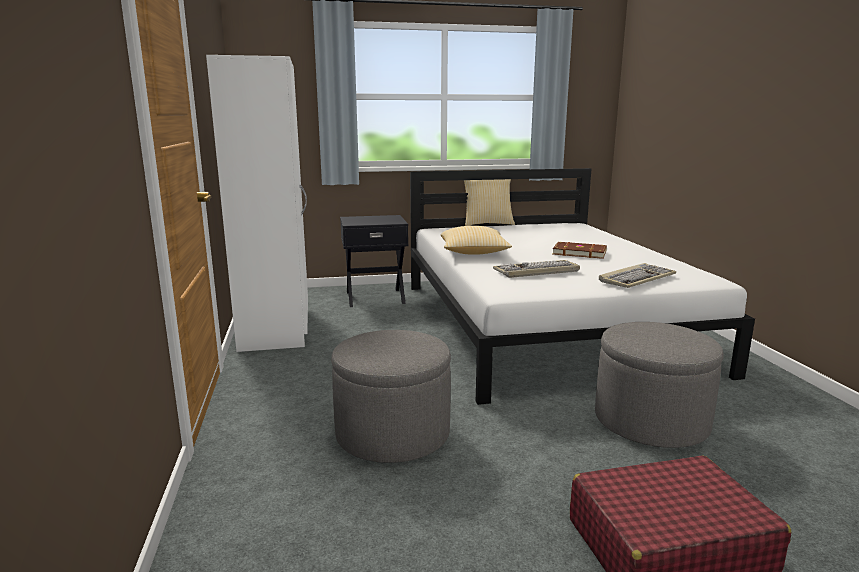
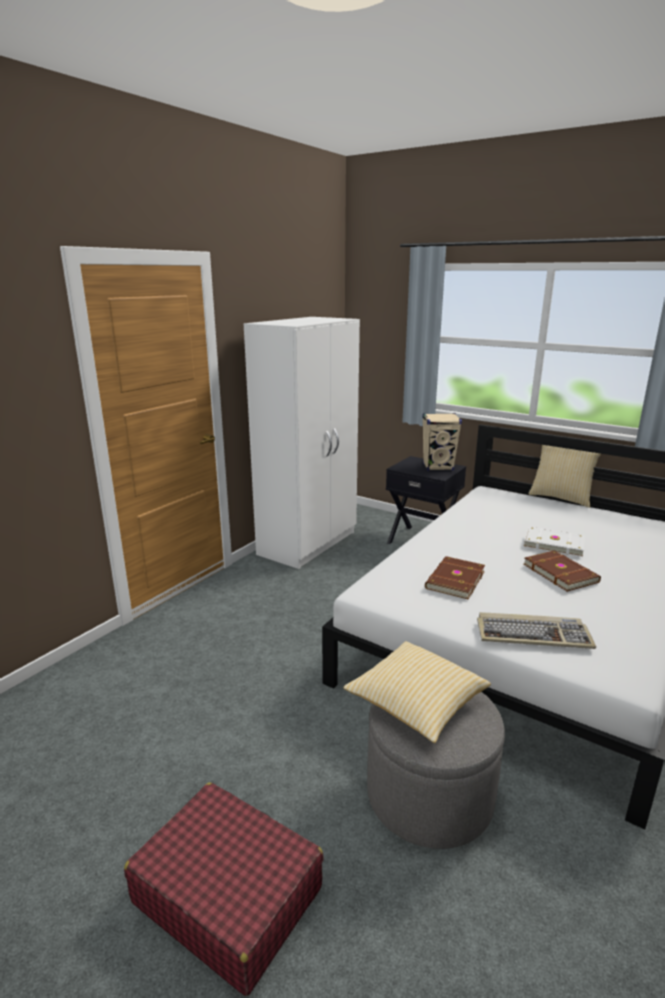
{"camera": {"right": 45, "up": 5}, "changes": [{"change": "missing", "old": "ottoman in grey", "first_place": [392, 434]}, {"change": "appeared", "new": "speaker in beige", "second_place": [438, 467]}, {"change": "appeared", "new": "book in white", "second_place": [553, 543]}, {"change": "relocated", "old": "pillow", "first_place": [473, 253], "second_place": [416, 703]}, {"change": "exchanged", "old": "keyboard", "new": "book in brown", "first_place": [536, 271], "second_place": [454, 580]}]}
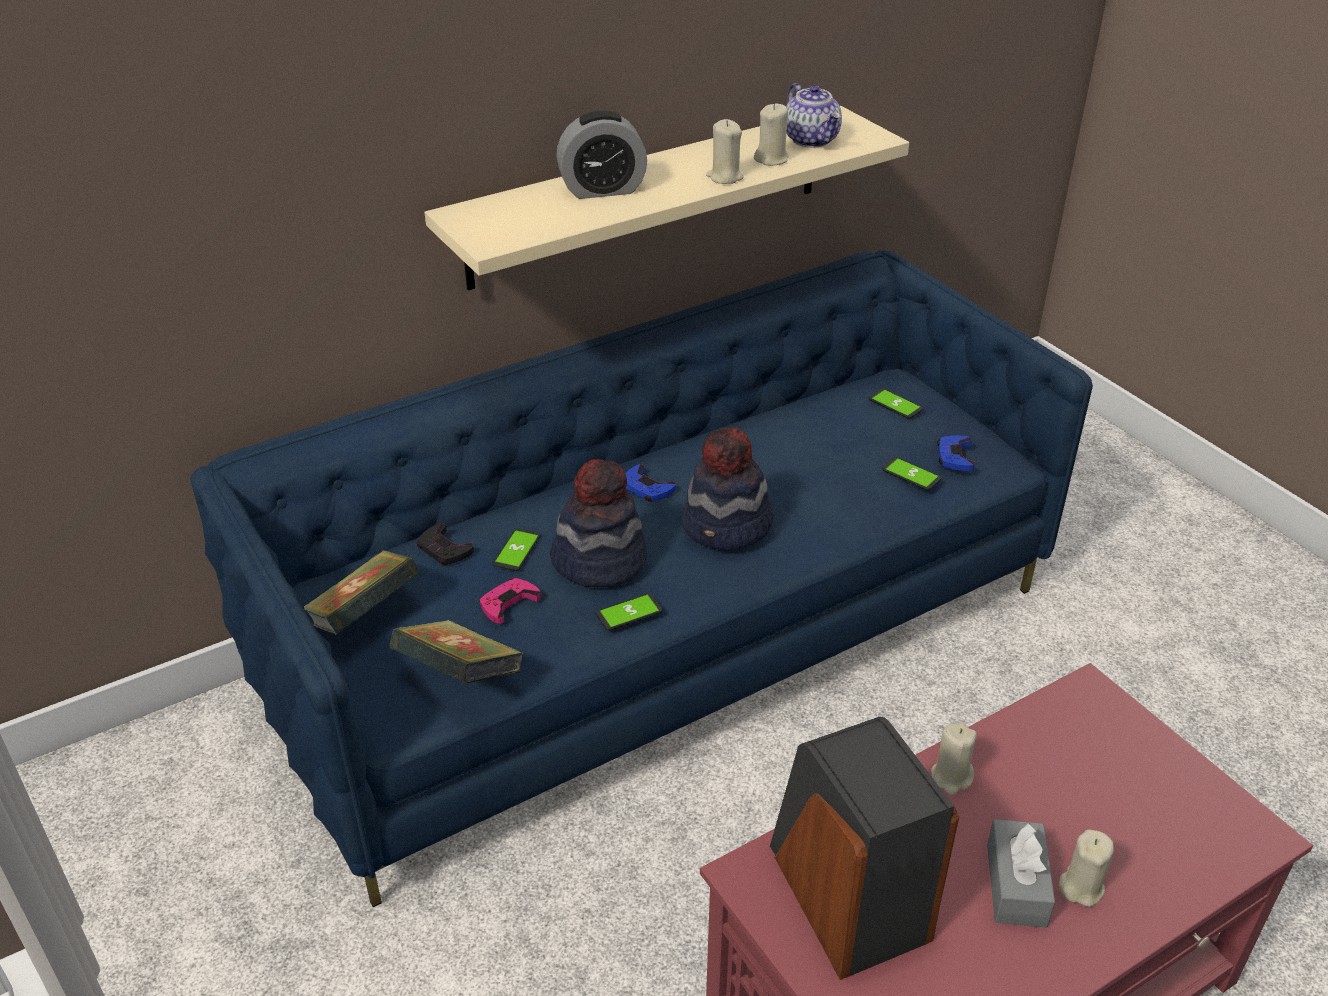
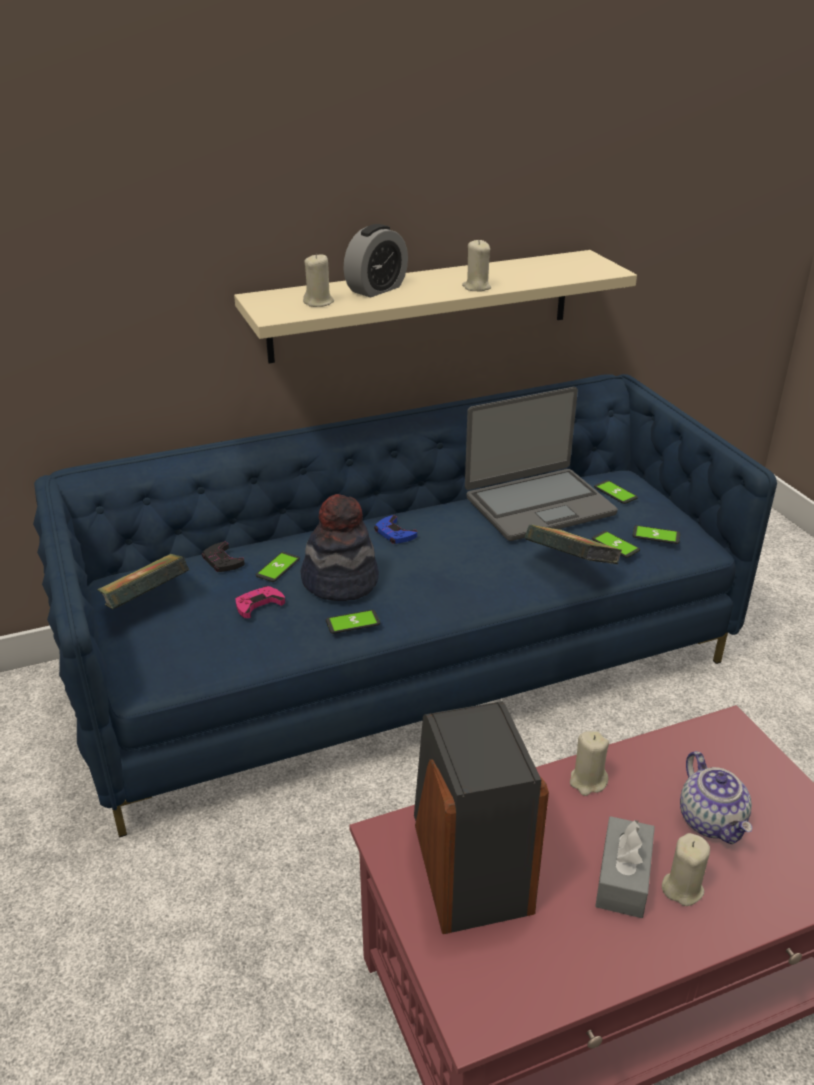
{"camera": {"right": 10, "up": -5}, "changes": [{"change": "missing", "old": "hat", "first_place": [727, 526]}, {"change": "appeared", "new": "laptop", "second_place": [538, 505]}, {"change": "relocated", "old": "book", "first_place": [460, 677], "second_place": [570, 566]}, {"change": "relocated", "old": "candle in beige", "first_place": [771, 159], "second_place": [319, 302]}, {"change": "relocated", "old": "teapot", "first_place": [812, 140], "second_place": [712, 821]}, {"change": "exchanged", "old": "game controller in blue", "new": "phone", "first_place": [954, 456], "second_place": [656, 535]}, {"change": "spun", "old": "alarm clock", "first_place": [602, 190], "second_place": [376, 289], "degrees": -45}]}
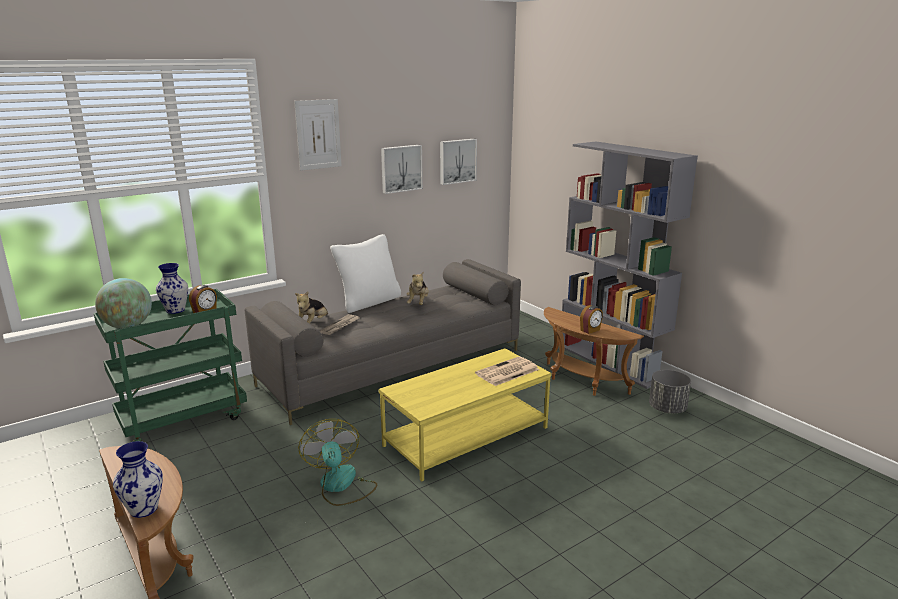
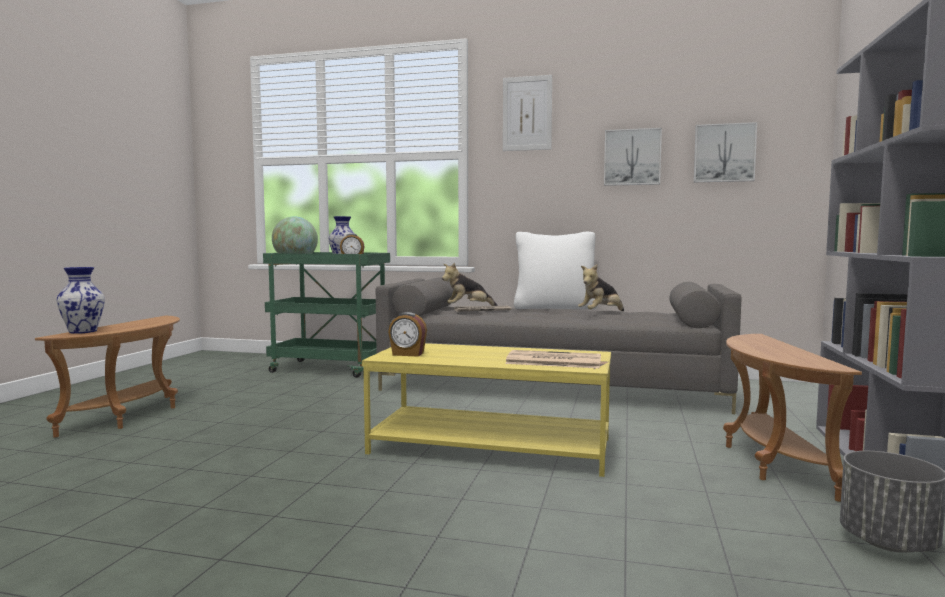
{"camera": {"right": 50, "up": -15}, "changes": [{"change": "missing", "old": "fan", "first_place": [340, 485]}, {"change": "relocated", "old": "alarm clock", "first_place": [590, 330], "second_place": [407, 354]}]}
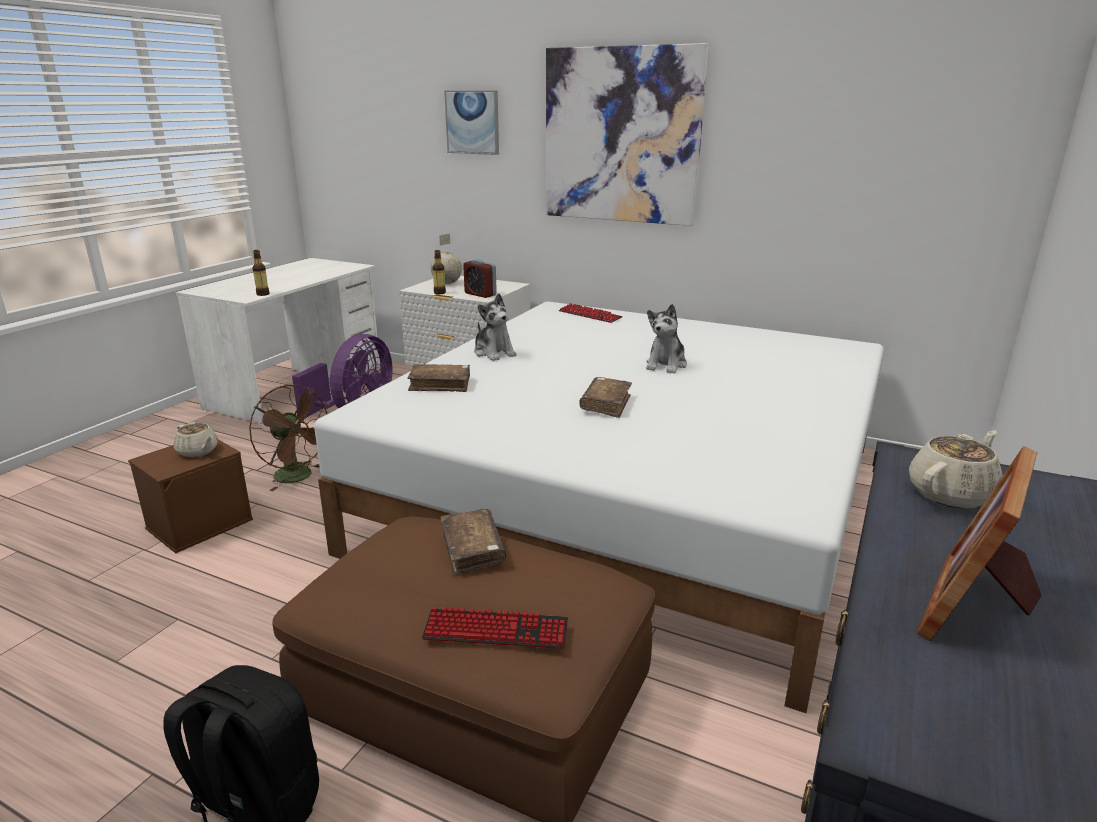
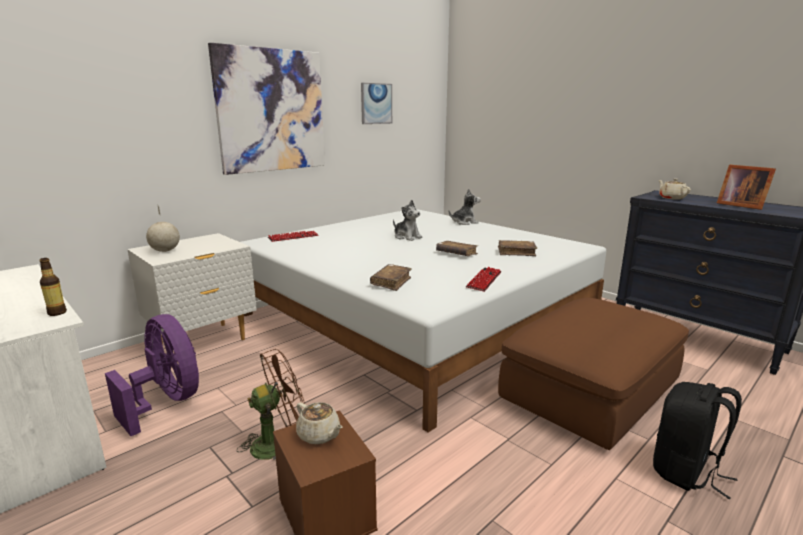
{"camera": {"right": -70, "up": -5}, "changes": [{"change": "missing", "old": "bottle", "first_place": [439, 293]}, {"change": "missing", "old": "alarm clock", "first_place": [480, 294]}, {"change": "relocated", "old": "keyboard", "first_place": [496, 631], "second_place": [484, 280]}, {"change": "relocated", "old": "book in brown", "first_place": [472, 550], "second_place": [516, 252]}, {"change": "relocated", "old": "picture", "first_place": [472, 122], "second_place": [376, 103]}, {"change": "relocated", "old": "plush toy", "first_place": [494, 353], "second_place": [464, 222]}, {"change": "spun", "old": "teapot in beige", "first_place": [198, 451], "second_place": [319, 435], "degrees": 75}]}
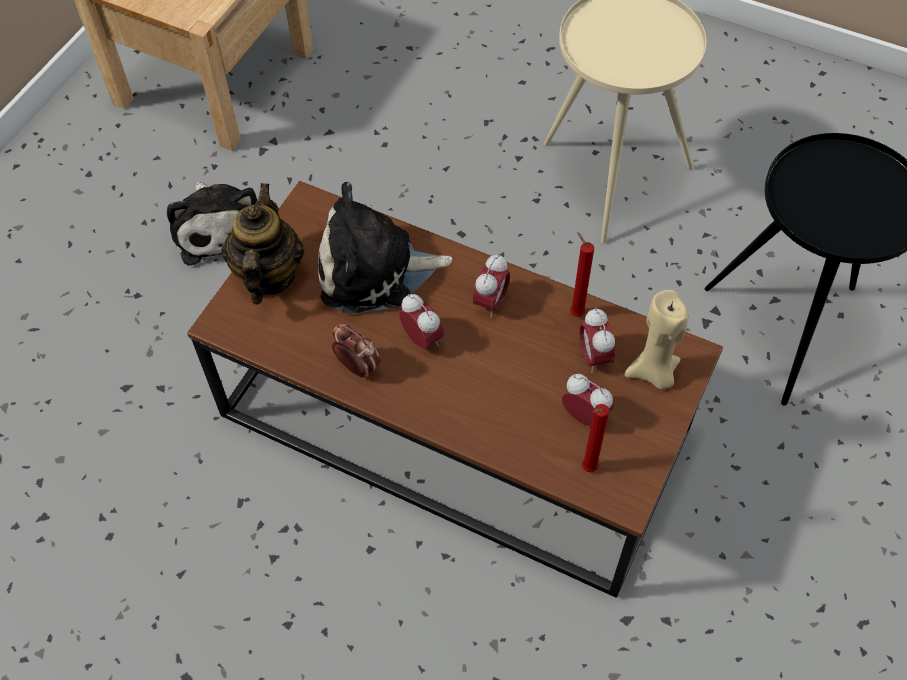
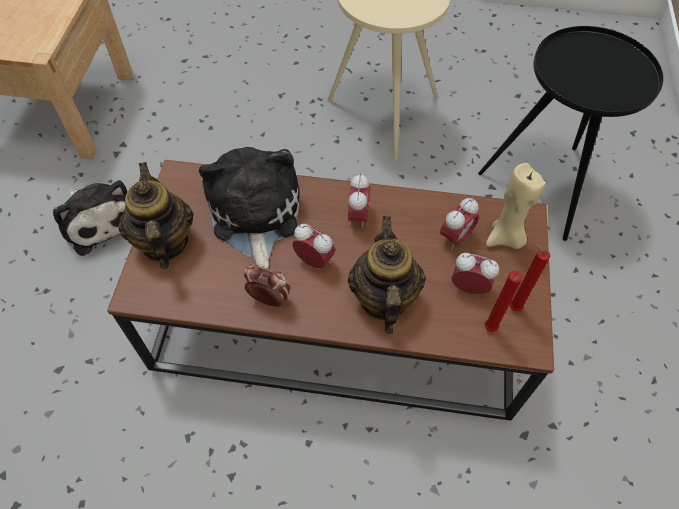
{"camera": {"right": -20, "up": 0}, "changes": [{"change": "appeared", "new": "teapot", "second_place": [383, 299]}, {"change": "relocated", "old": "candle in red", "first_place": [575, 312], "second_place": [512, 307]}, {"change": "spun", "old": "plush toy", "first_place": [375, 270], "second_place": [254, 215], "degrees": 105}, {"change": "spun", "old": "alarm clock", "first_place": [594, 357], "second_place": [455, 237], "degrees": -105}]}
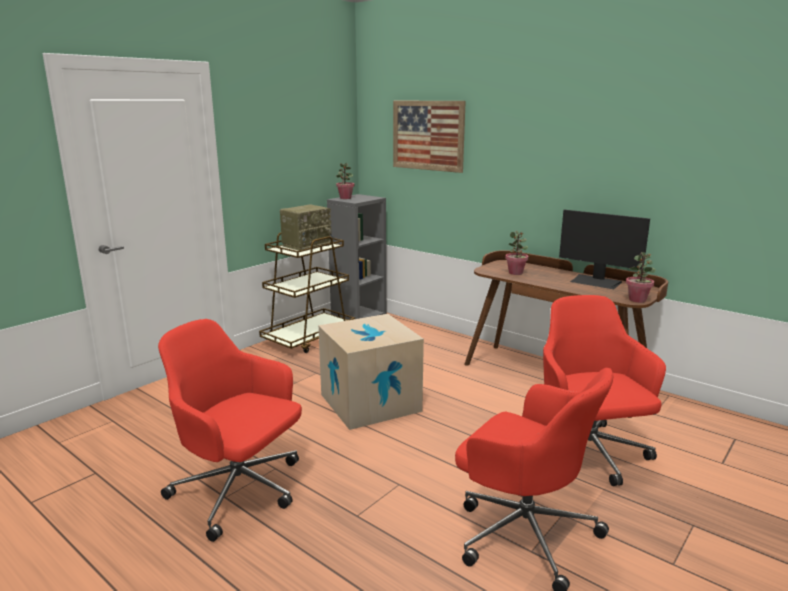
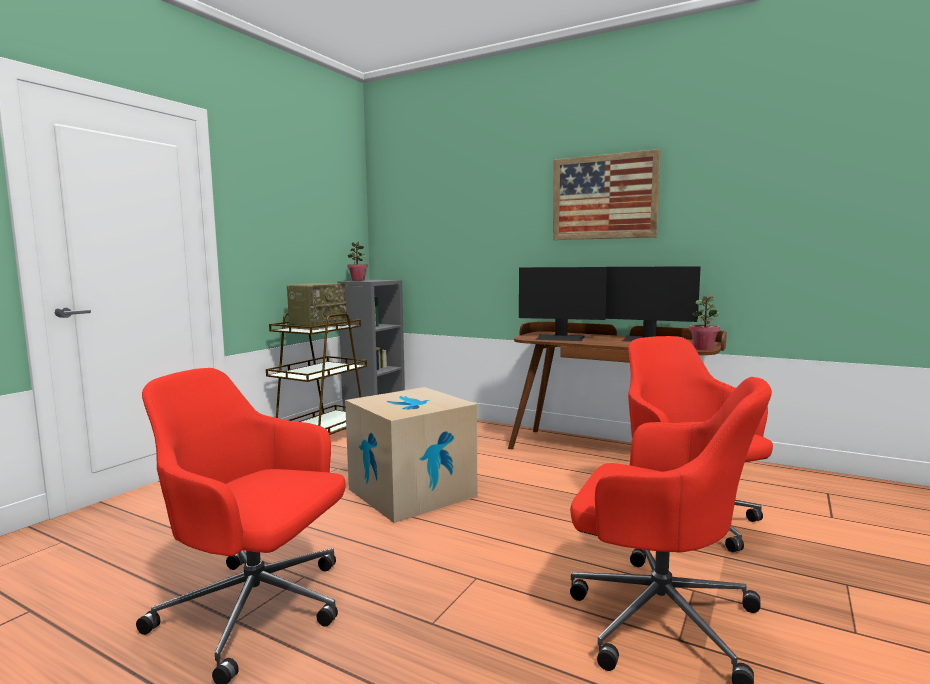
{"camera": {"right": -10, "up": -10}, "changes": [{"change": "relocated", "old": "picture", "first_place": [428, 135], "second_place": [604, 197]}, {"change": "exchanged", "old": "potted plant", "new": "monitor", "first_place": [516, 273], "second_place": [560, 338]}]}
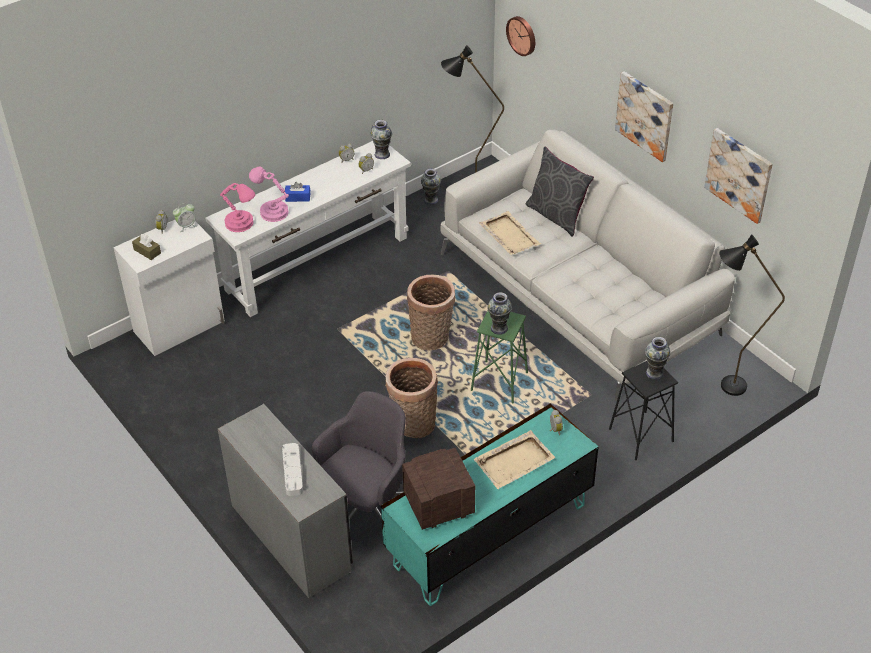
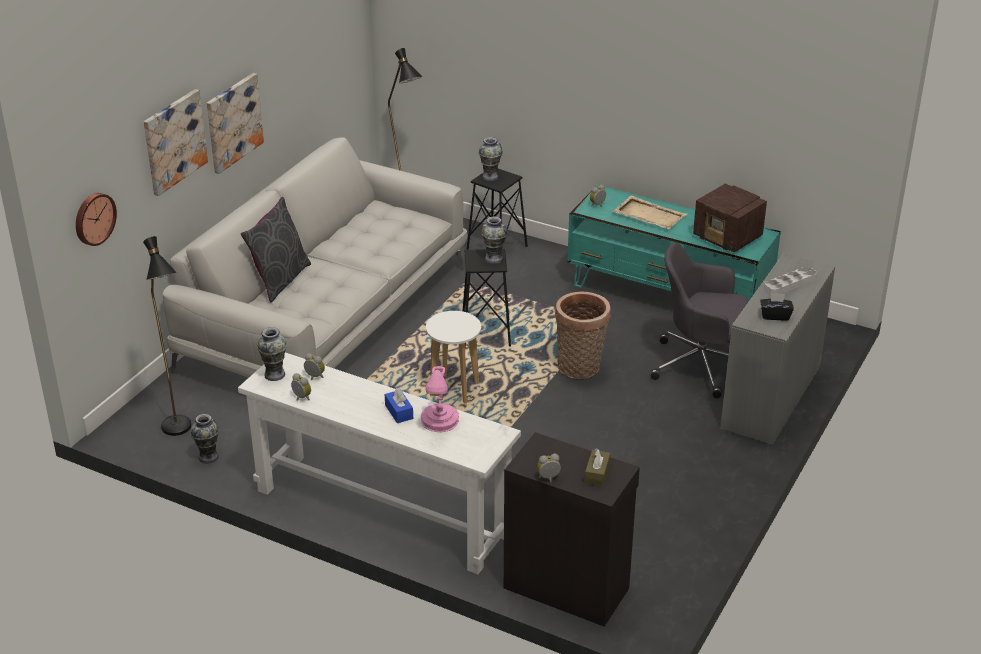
{"camera": {"right": -115, "up": -10}, "changes": [{"change": "missing", "old": "alarm clock", "first_place": [186, 226]}, {"change": "missing", "old": "table lamp in pink", "first_place": [241, 224]}, {"change": "missing", "old": "tray in beige", "first_place": [509, 235]}, {"change": "appeared", "new": "tissue box in black", "second_place": [775, 315]}, {"change": "relocated", "old": "picture", "first_place": [739, 175], "second_place": [174, 141]}, {"change": "exchanged", "old": "basket", "new": "stool in white", "first_place": [432, 338], "second_place": [454, 389]}, {"change": "colour", "old": "cabinet in white", "new": "cabinet in black", "first_place": [180, 326], "second_place": [566, 586]}, {"change": "colour", "old": "stool in green", "new": "stool in black", "first_place": [499, 382], "second_place": [486, 333]}]}
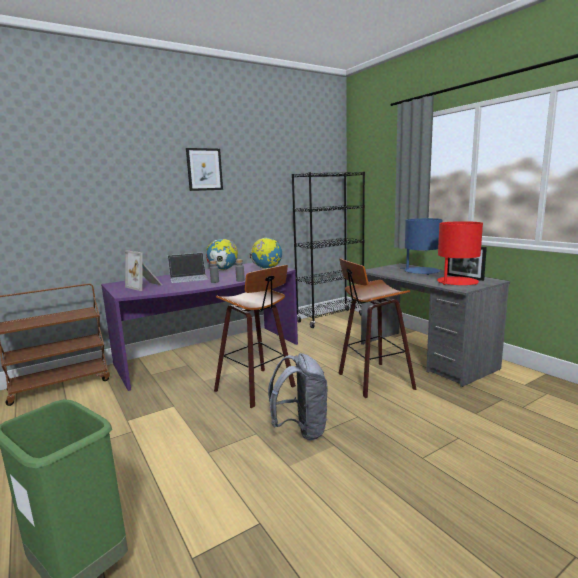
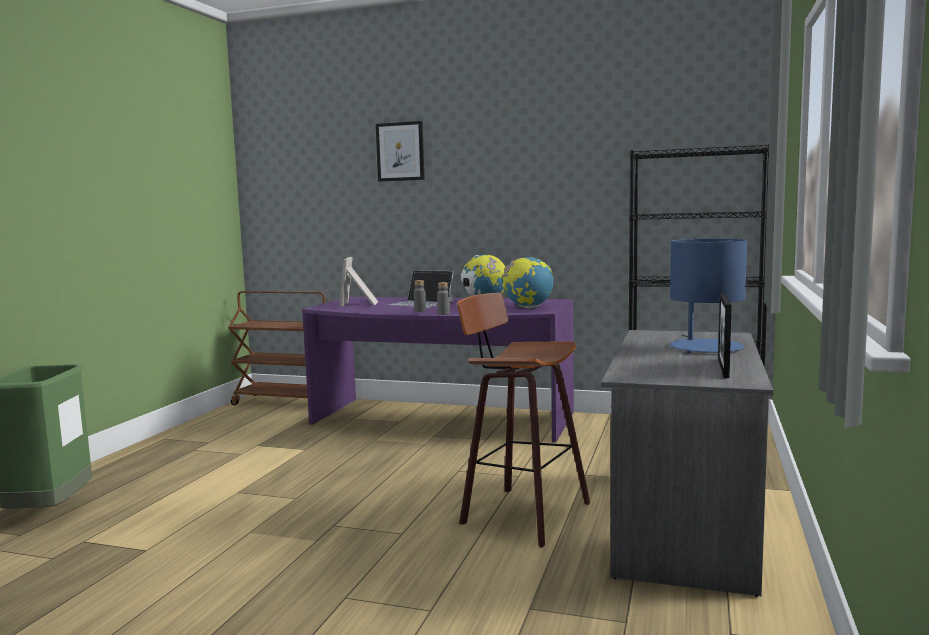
{"camera": {"right": 50, "up": -5}, "changes": [{"change": "missing", "old": "stool", "first_place": [258, 388]}, {"change": "missing", "old": "backpack in grey", "first_place": [301, 430]}, {"change": "missing", "old": "table lamp in red", "first_place": [456, 282]}, {"change": "relocated", "old": "picture", "first_place": [204, 169], "second_place": [400, 151]}]}
